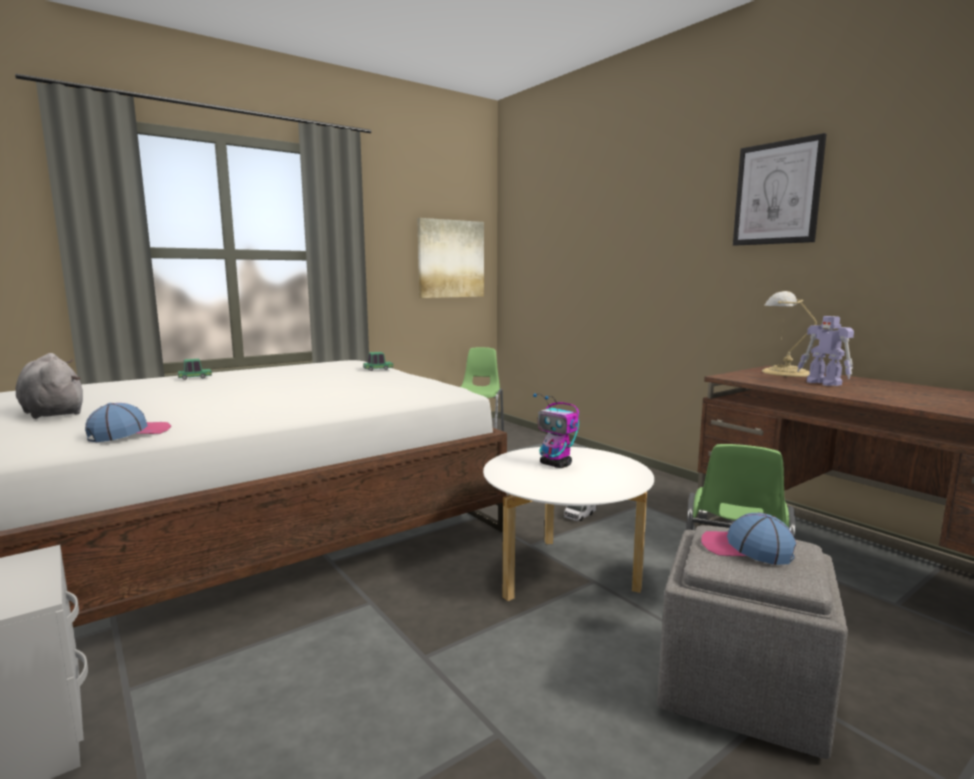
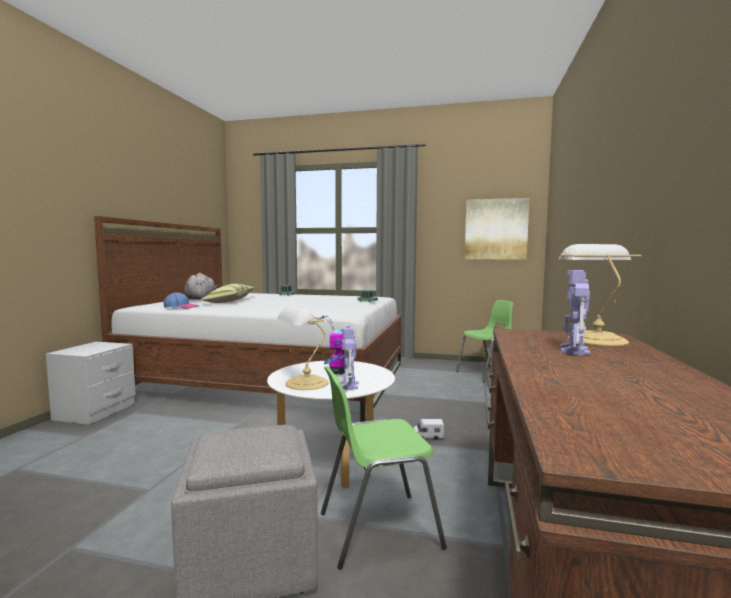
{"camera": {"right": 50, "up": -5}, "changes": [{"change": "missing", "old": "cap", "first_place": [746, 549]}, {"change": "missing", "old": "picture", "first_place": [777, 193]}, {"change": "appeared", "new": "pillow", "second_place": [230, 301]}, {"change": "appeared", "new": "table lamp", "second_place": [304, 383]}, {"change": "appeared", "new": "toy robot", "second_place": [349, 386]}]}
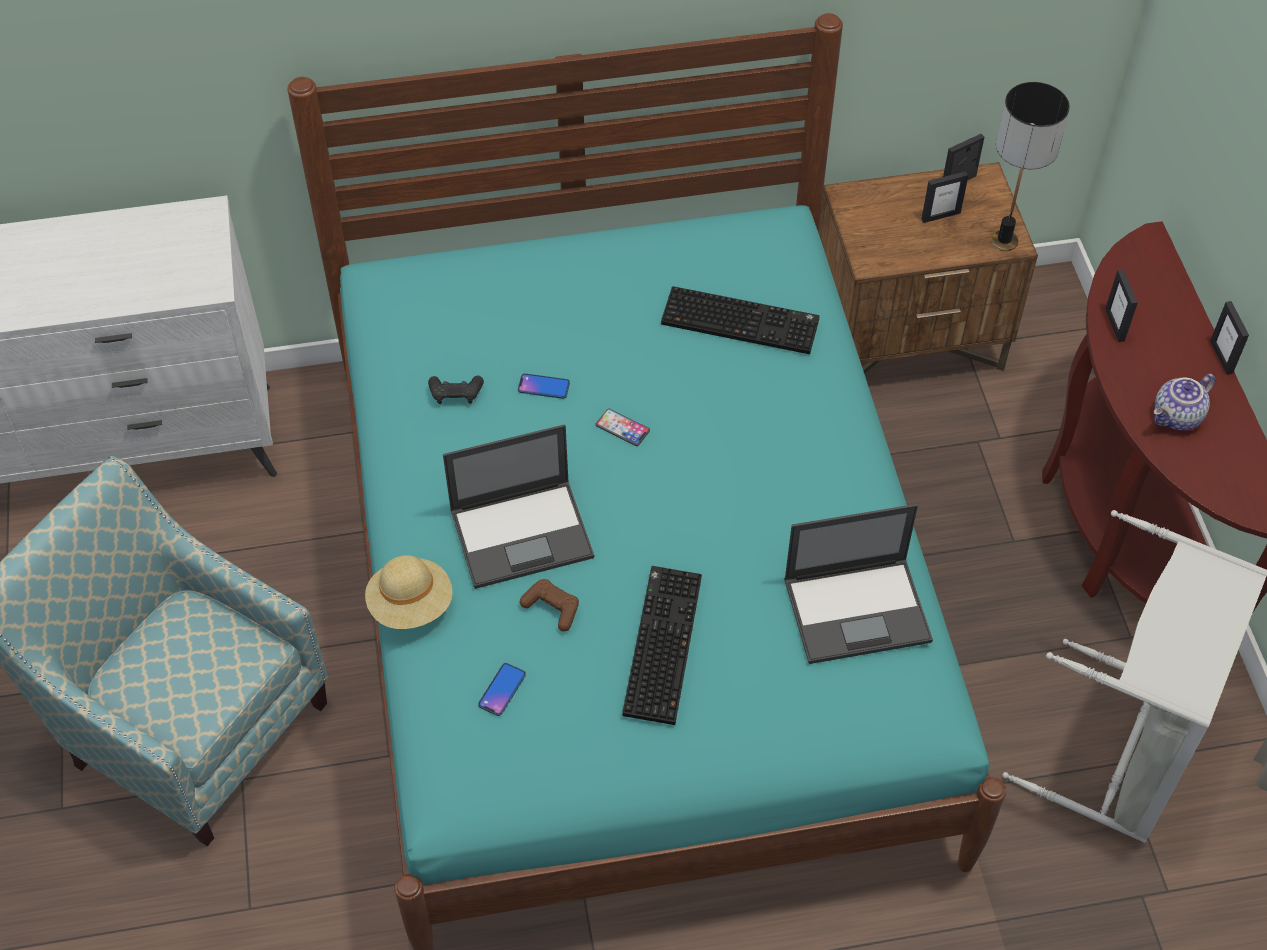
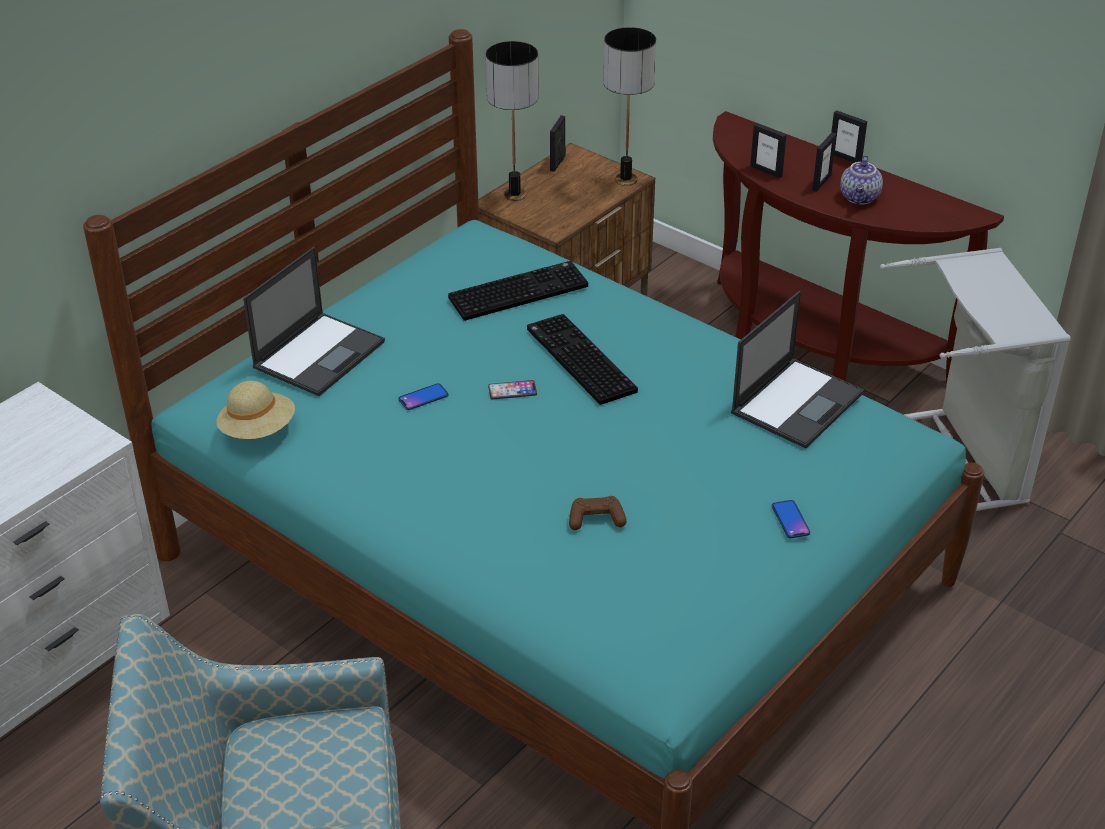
{"camera": {"right": -40, "up": -15}, "changes": [{"change": "missing", "old": "game controller in black", "first_place": [456, 394]}, {"change": "appeared", "new": "table lamp", "second_place": [514, 195]}, {"change": "relocated", "old": "hat in beige", "first_place": [411, 605], "second_place": [258, 430]}, {"change": "relocated", "old": "laptop", "first_place": [523, 533], "second_place": [320, 353]}, {"change": "relocated", "old": "phone", "first_place": [502, 690], "second_place": [790, 520]}, {"change": "relocated", "old": "keyboard", "first_place": [660, 643], "second_place": [578, 360]}, {"change": "relocated", "old": "picture frame", "first_place": [940, 216], "second_place": [821, 182]}]}
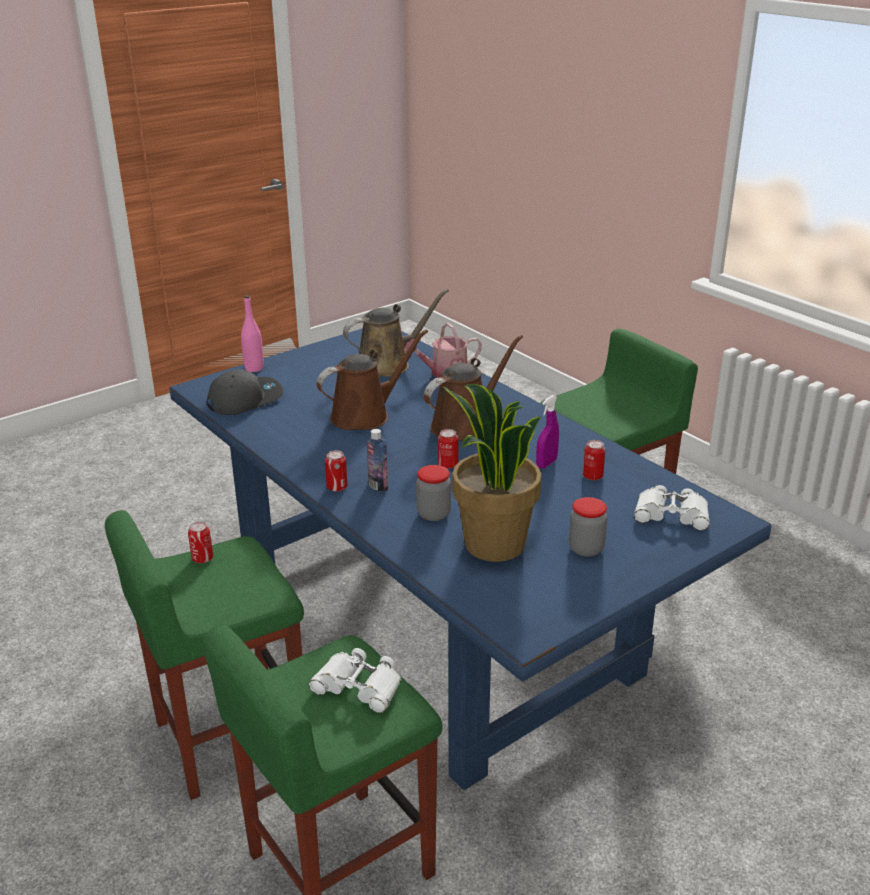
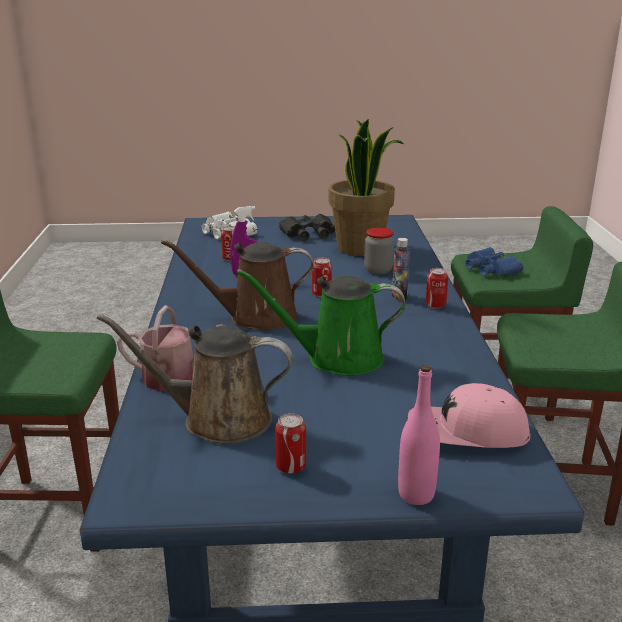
{"camera": {"right": -145, "up": -5}, "changes": [{"change": "relocated", "old": "can", "first_place": [202, 558], "second_place": [291, 466]}, {"change": "exchanged", "old": "jar", "new": "binoculars in black", "first_place": [586, 549], "second_place": [308, 234]}, {"change": "colour", "old": "cap in grey", "new": "cap in pink", "first_place": [245, 399], "second_place": [467, 433]}, {"change": "colour", "old": "binoculars in white", "new": "binoculars in blue", "first_place": [359, 686], "second_place": [491, 268]}, {"change": "colour", "old": "watering can in brown", "new": "watering can in green", "first_place": [365, 415], "second_place": [337, 358]}]}
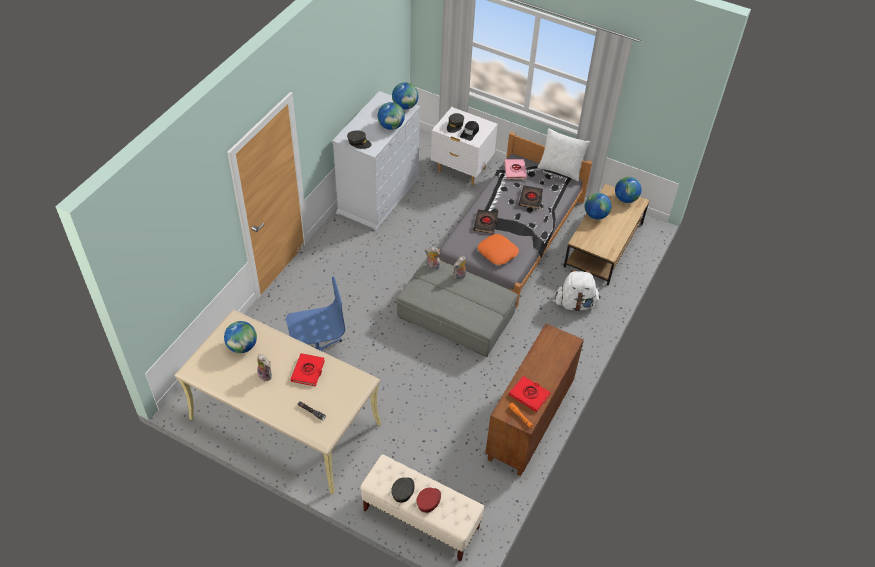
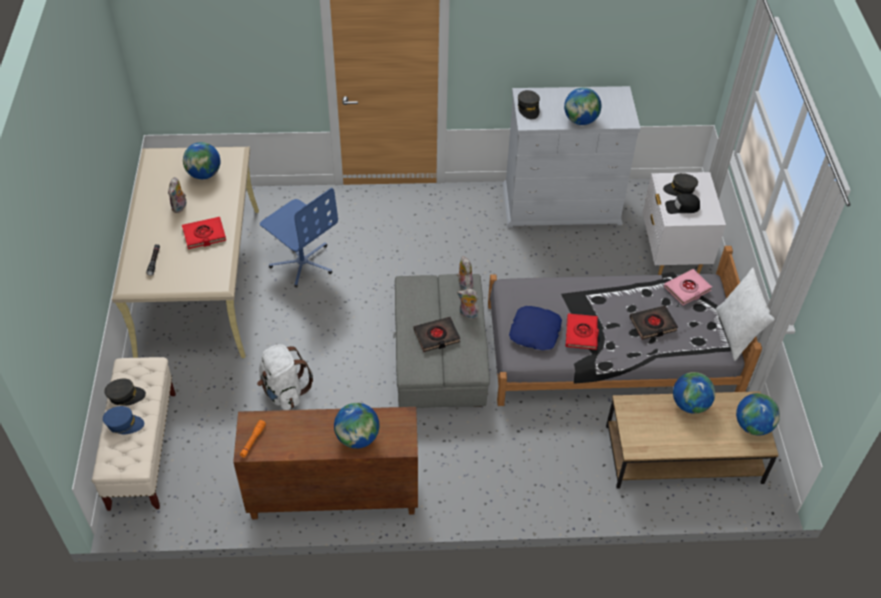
{"camera": {"right": 60, "up": 0}, "changes": [{"change": "relocated", "old": "globe", "first_place": [405, 106], "second_place": [357, 438]}, {"change": "relocated", "old": "book in black", "first_place": [485, 223], "second_place": [436, 336]}, {"change": "relocated", "old": "book in red", "first_place": [529, 395], "second_place": [581, 333]}, {"change": "relocated", "old": "backpack in white", "first_place": [575, 303], "second_place": [284, 391]}, {"change": "colour", "old": "cap in red", "new": "cap in blue", "first_place": [428, 501], "second_place": [124, 424]}, {"change": "colour", "old": "pillow in orange", "new": "pillow in blue", "first_place": [497, 252], "second_place": [535, 332]}]}
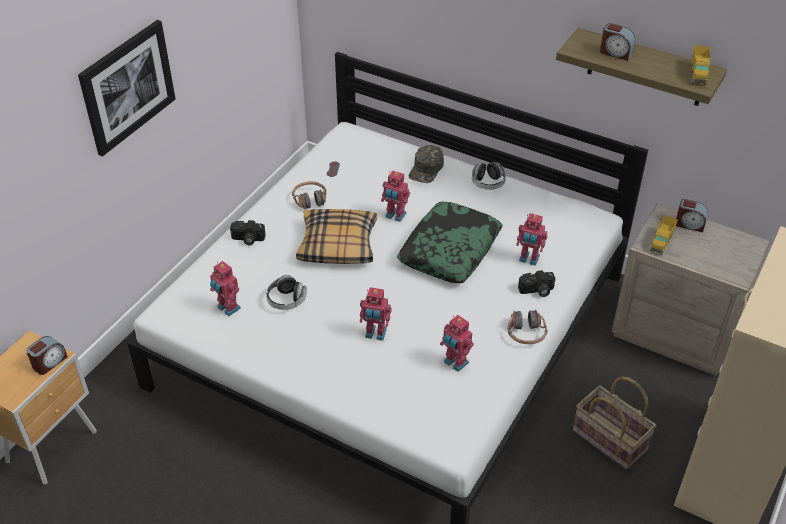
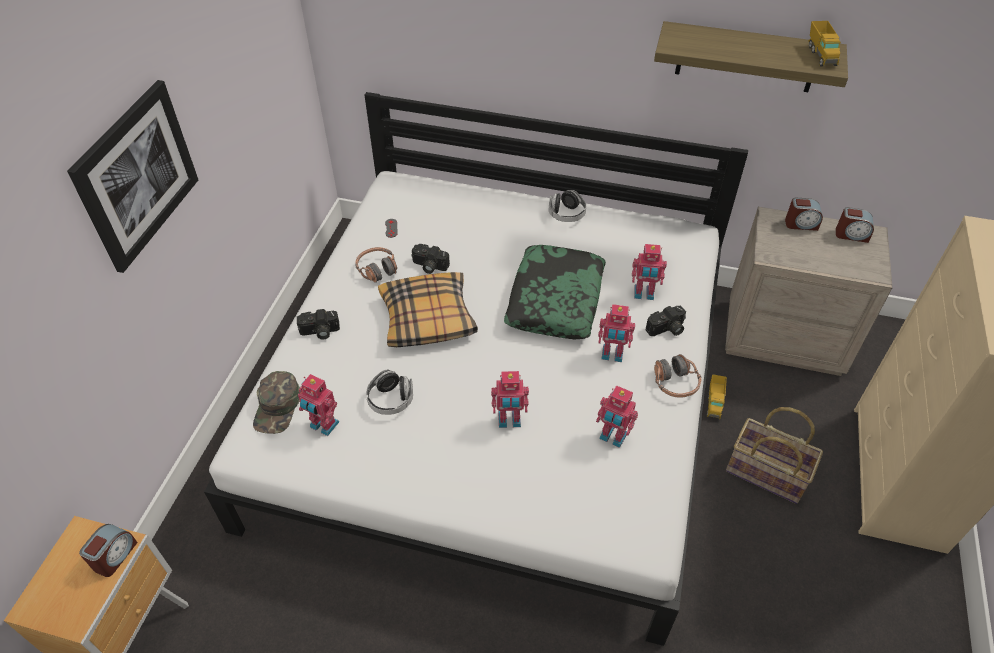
{"camera": {"right": -15, "up": 5}, "changes": [{"change": "appeared", "new": "photo camera", "second_place": [429, 266]}, {"change": "relocated", "old": "toy robot", "first_place": [395, 216], "second_place": [612, 355]}, {"change": "relocated", "old": "cap in green", "first_place": [426, 169], "second_place": [278, 407]}, {"change": "relocated", "old": "alarm clock", "first_place": [615, 53], "second_place": [851, 235]}, {"change": "relocated", "old": "toy truck", "first_place": [661, 242], "second_place": [714, 403]}]}
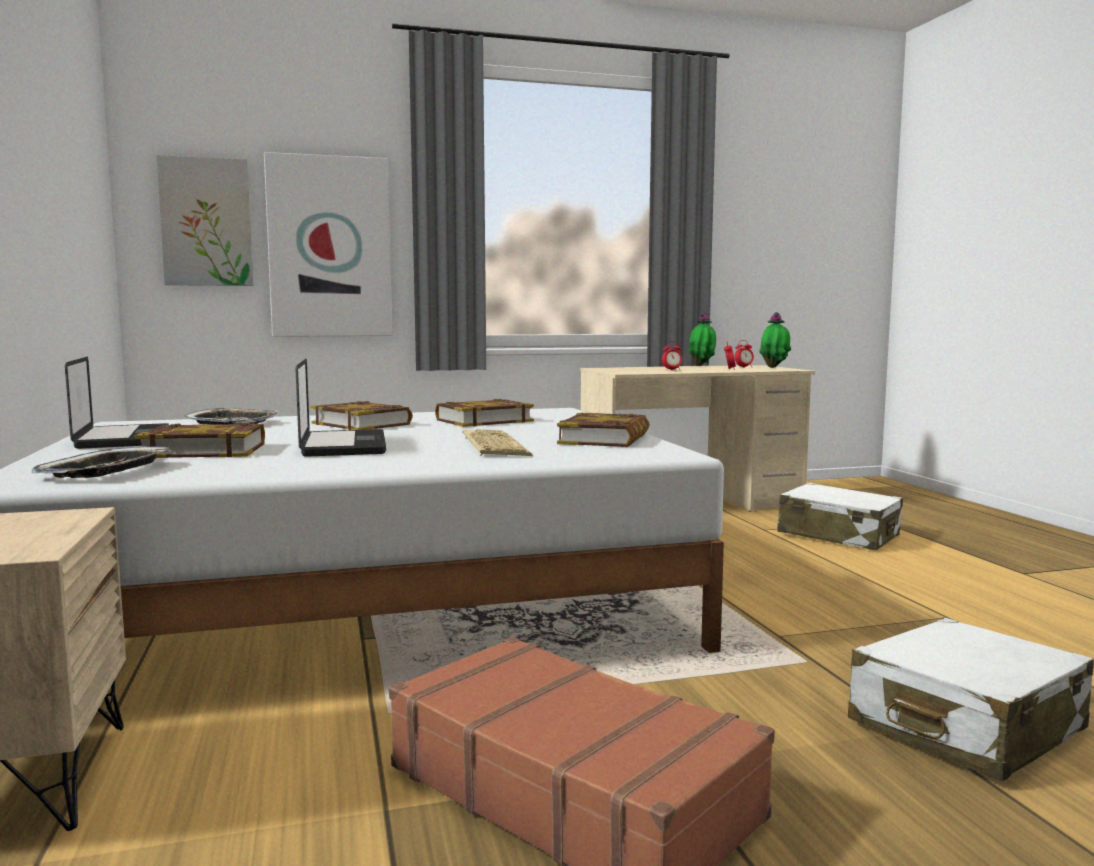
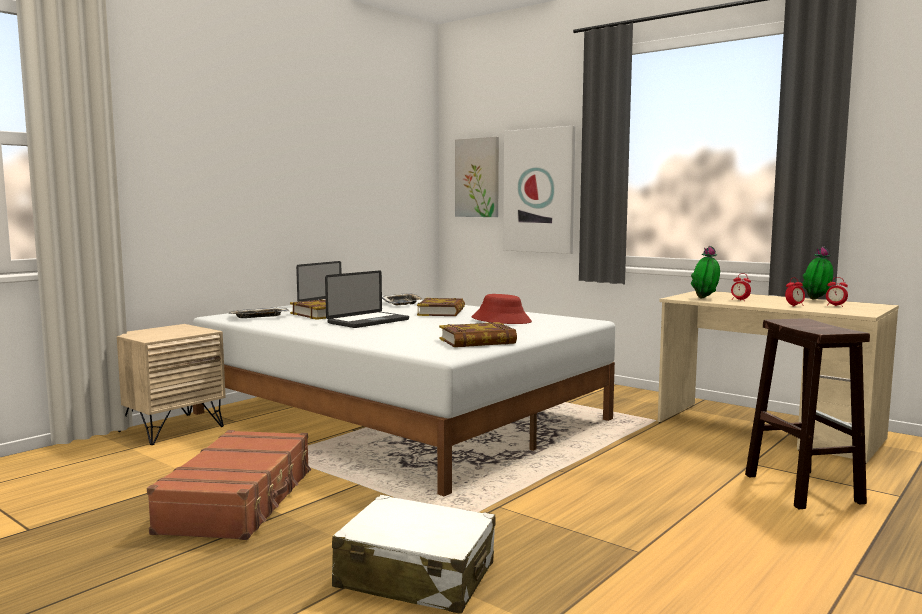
{"camera": {"right": 55, "up": 0}, "changes": [{"change": "missing", "old": "keyboard", "first_place": [492, 445]}, {"change": "relocated", "old": "potted plant", "first_place": [774, 367], "second_place": [705, 298]}, {"change": "exchanged", "old": "book", "new": "hat in red", "first_place": [483, 420], "second_place": [501, 320]}, {"change": "exchanged", "old": "suitcase in white", "new": "stool in brown", "first_place": [838, 535], "second_place": [801, 488]}]}
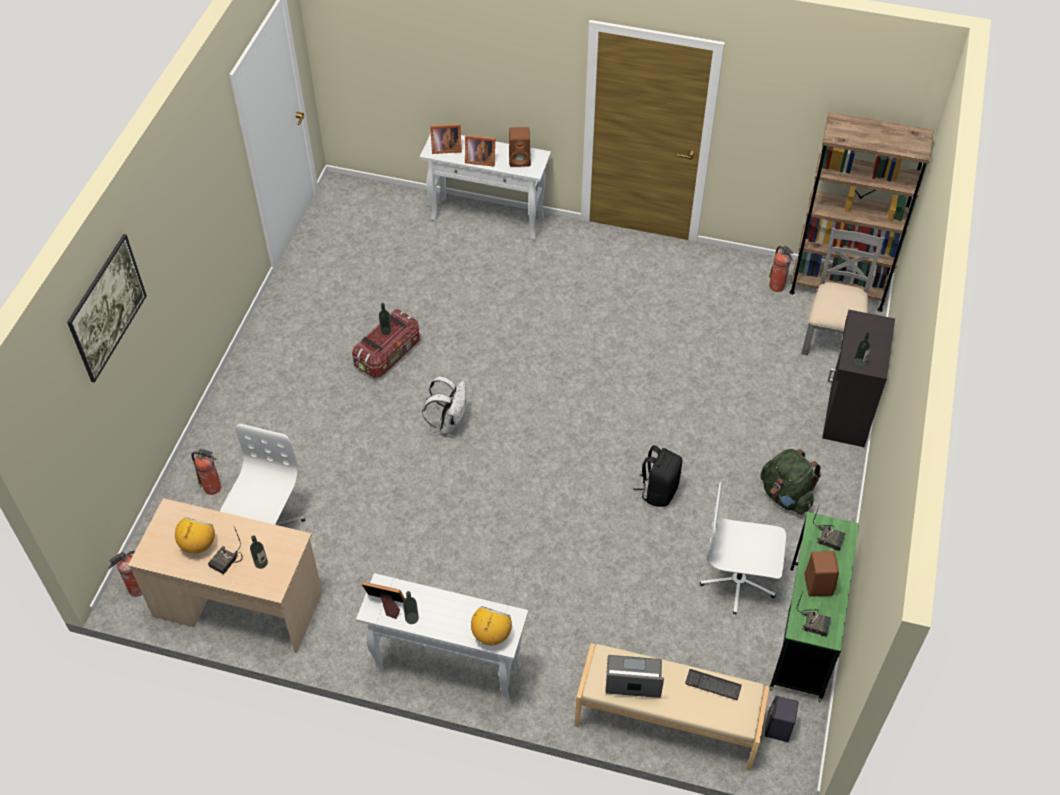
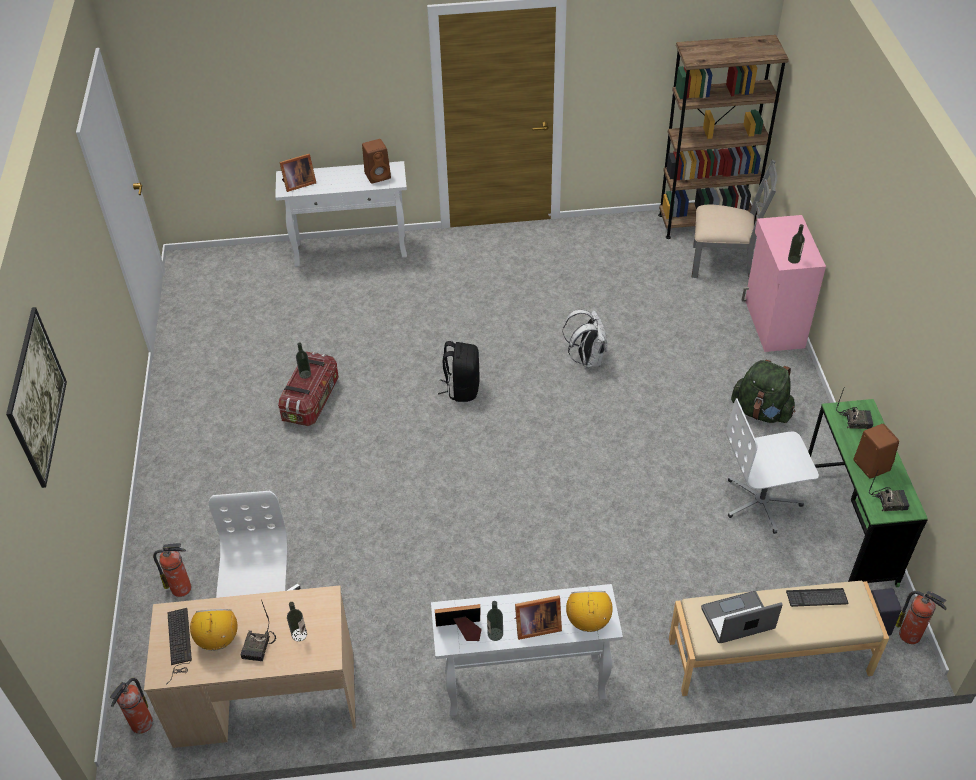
{"camera": {"right": -20, "up": -5}, "changes": [{"change": "appeared", "new": "keyboard", "second_place": [178, 643]}, {"change": "relocated", "old": "backpack in white", "first_place": [449, 424], "second_place": [587, 359]}, {"change": "relocated", "old": "picture frame", "first_place": [479, 160], "second_place": [535, 626]}, {"change": "relocated", "old": "backpack in black", "first_place": [658, 490], "second_place": [462, 388]}, {"change": "relocated", "old": "fire extinguisher", "first_place": [777, 286], "second_place": [911, 635]}, {"change": "colour", "old": "cabinet in black", "new": "cabinet in pink", "first_place": [846, 413], "second_place": [773, 324]}, {"change": "spun", "old": "chair in grey", "first_place": [832, 336], "second_place": [723, 263], "degrees": 105}]}
